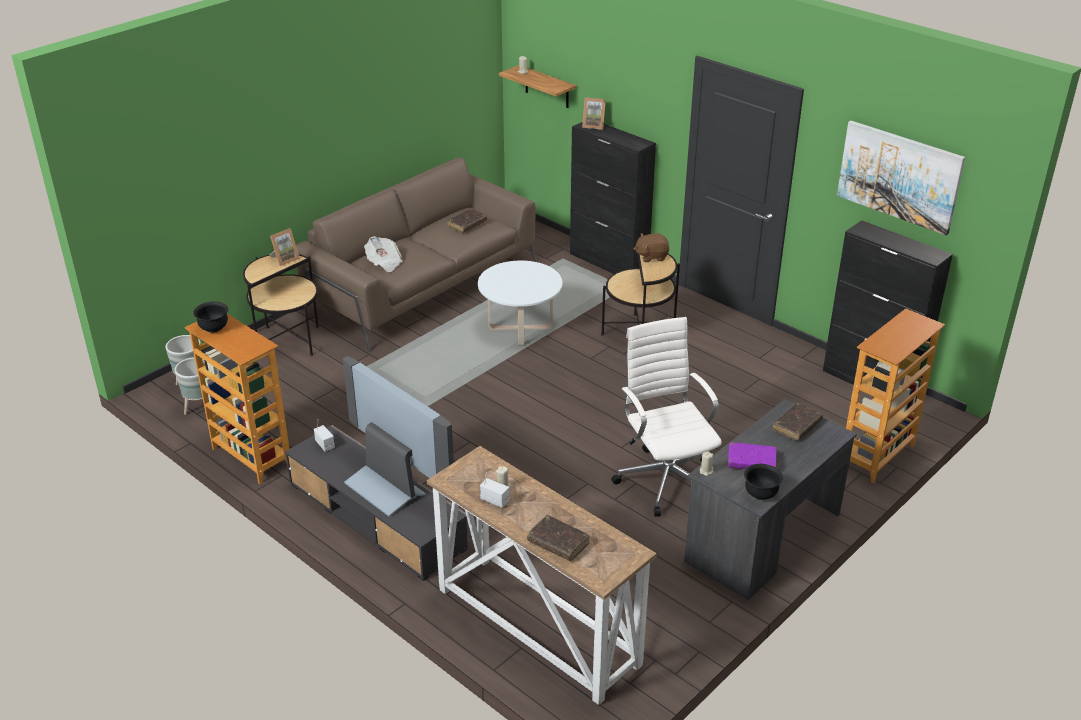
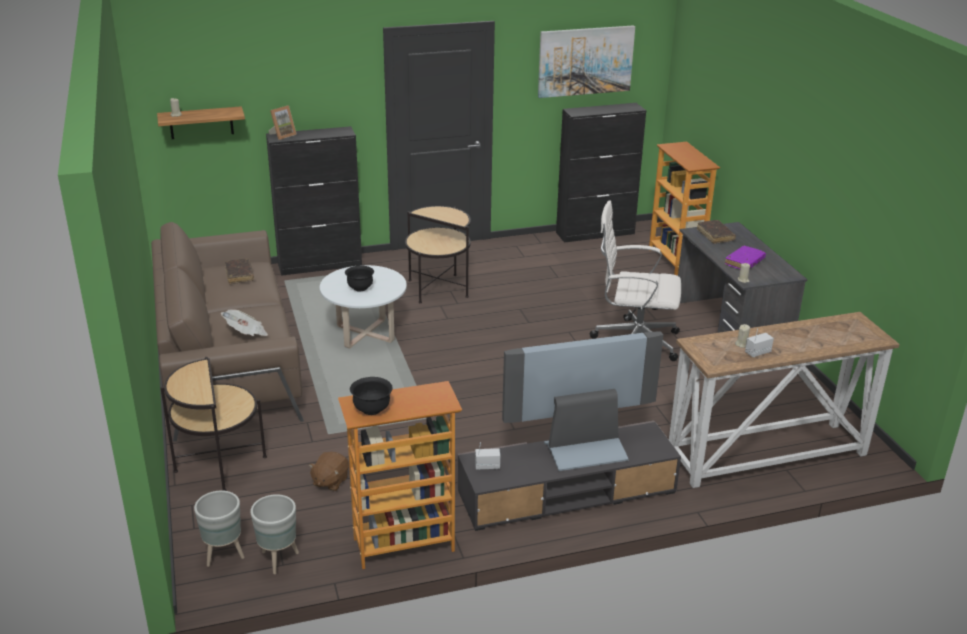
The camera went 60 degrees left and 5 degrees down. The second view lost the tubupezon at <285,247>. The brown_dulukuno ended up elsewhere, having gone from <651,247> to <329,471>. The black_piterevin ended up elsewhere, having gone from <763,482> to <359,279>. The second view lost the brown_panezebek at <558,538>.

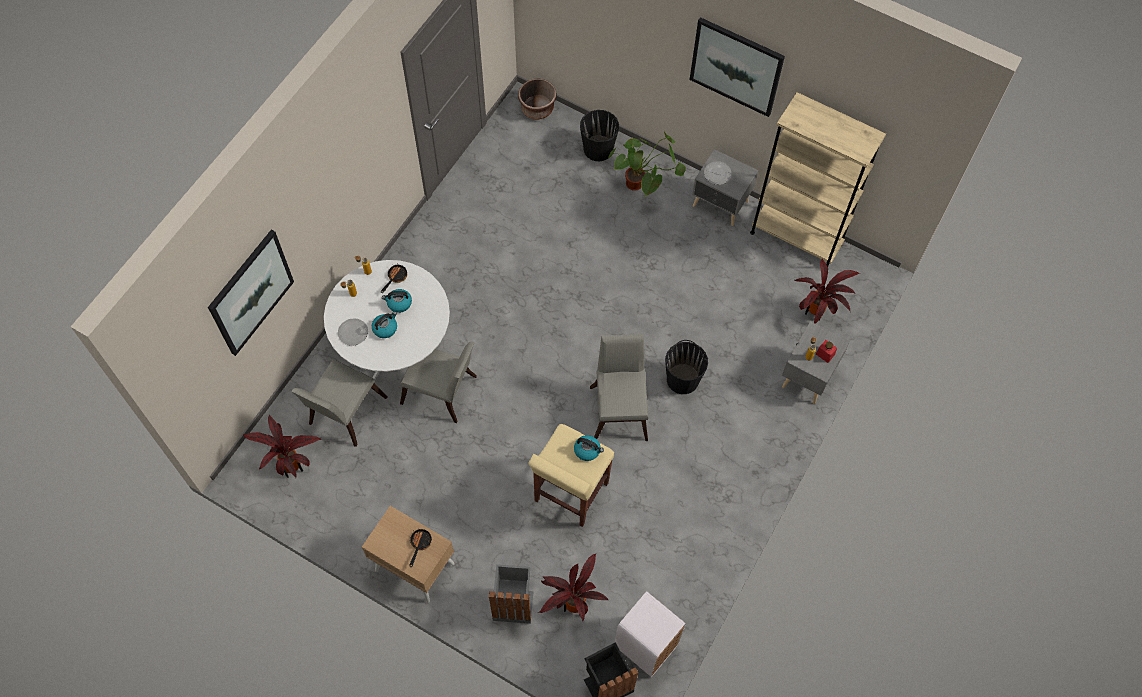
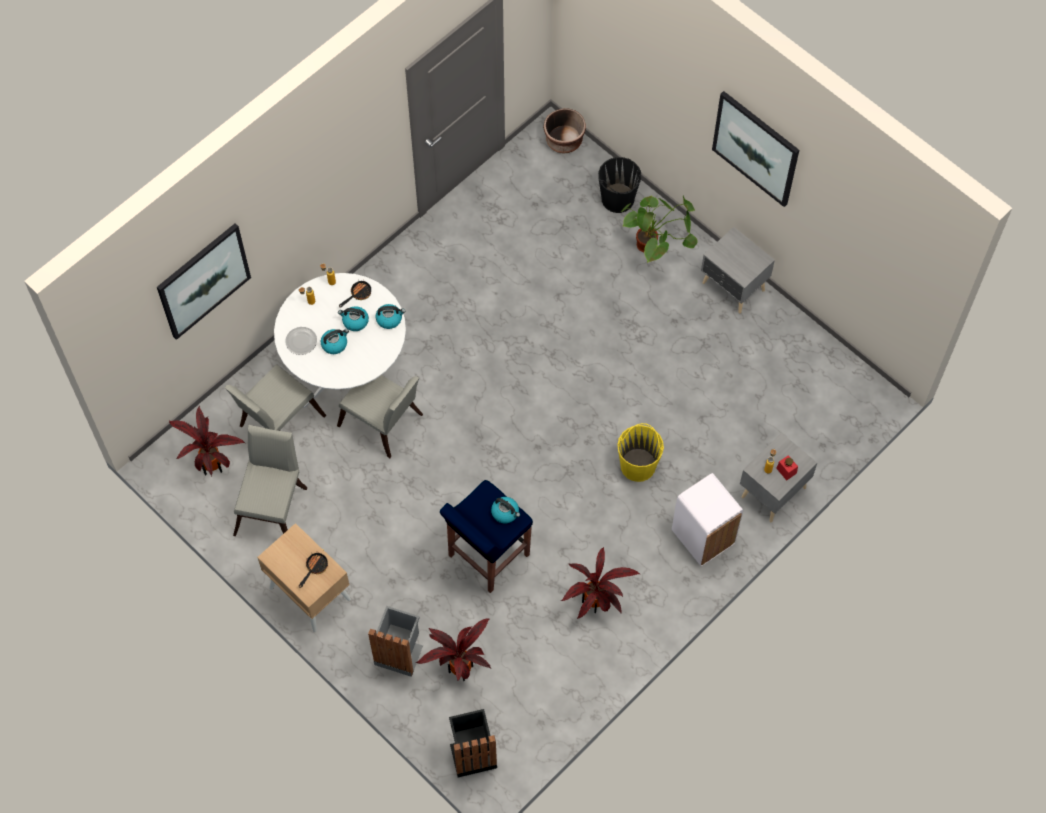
The camera went 15 degrees right and 0 degrees up. The second view lost the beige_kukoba at <818,179>. The second view lost the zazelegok at <718,173>. The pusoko ended up elsewhere, having gone from <827,291> to <600,583>. The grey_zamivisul ended up elsewhere, having gone from <619,387> to <270,480>. What was the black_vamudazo at <686,367> turned into the yellow_vamudazo at <640,452>. What was the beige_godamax at <571,475> turned into the blue_godamax at <486,536>. The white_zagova ended up elsewhere, having gone from <650,634> to <707,519>. The second view gained the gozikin at <390,316>.

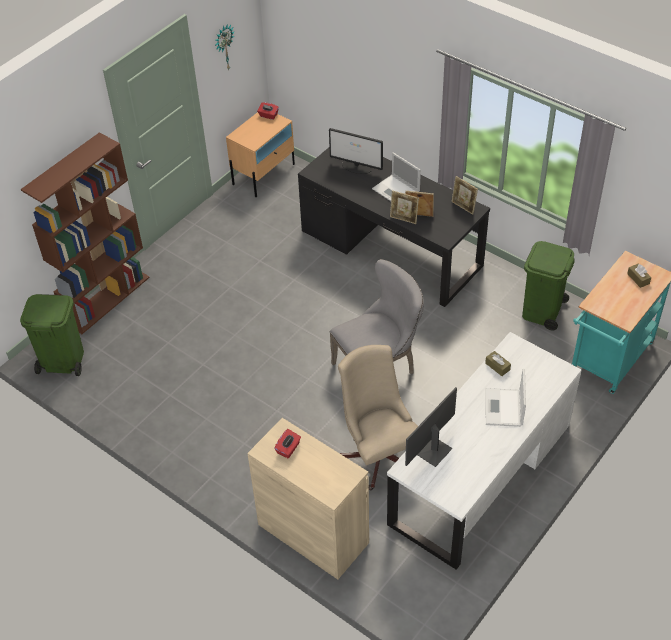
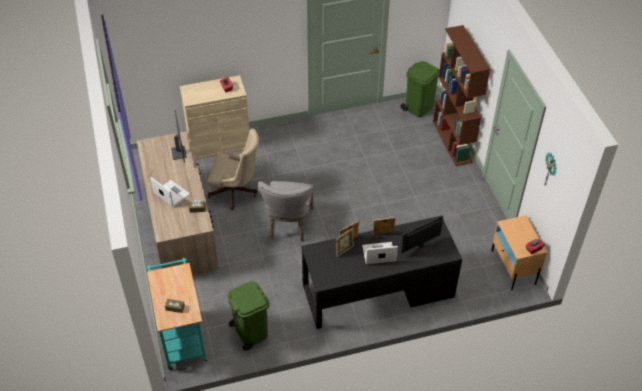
The camera went 125 degrees right and 0 degrees up. The tubupezon ended up elsewhere, having gone from <464,195> to <384,226>. What was the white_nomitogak at <484,451> turned into the brown_nomitogak at <178,203>.

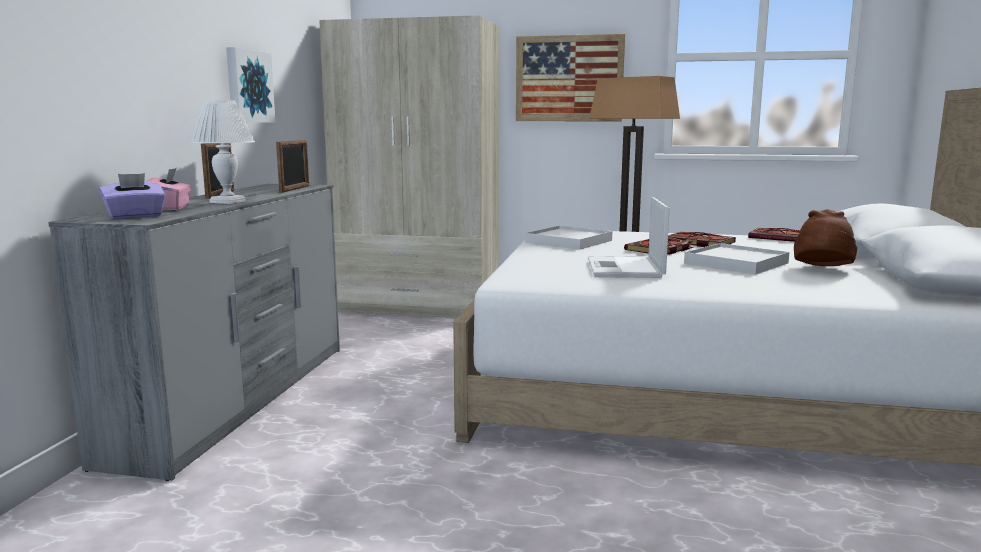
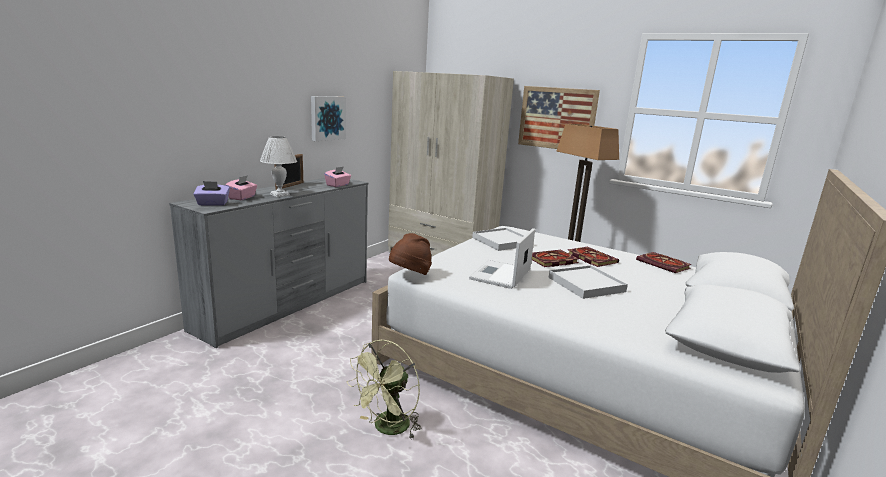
The camera went 20 degrees right and 5 degrees up. Where the tubupezon stood at <292,166>, the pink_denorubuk came to stand at <337,176>. The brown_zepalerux ended up elsewhere, having gone from <825,237> to <410,254>. The second view gained the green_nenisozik at <384,389>.

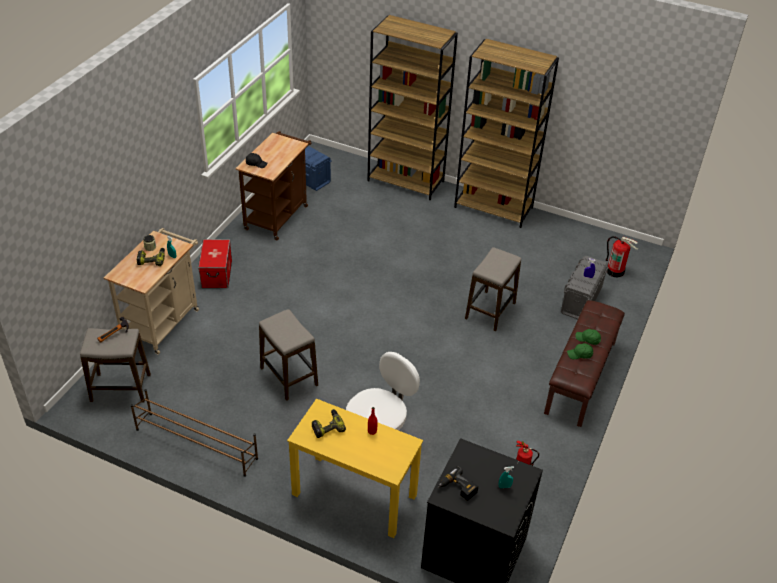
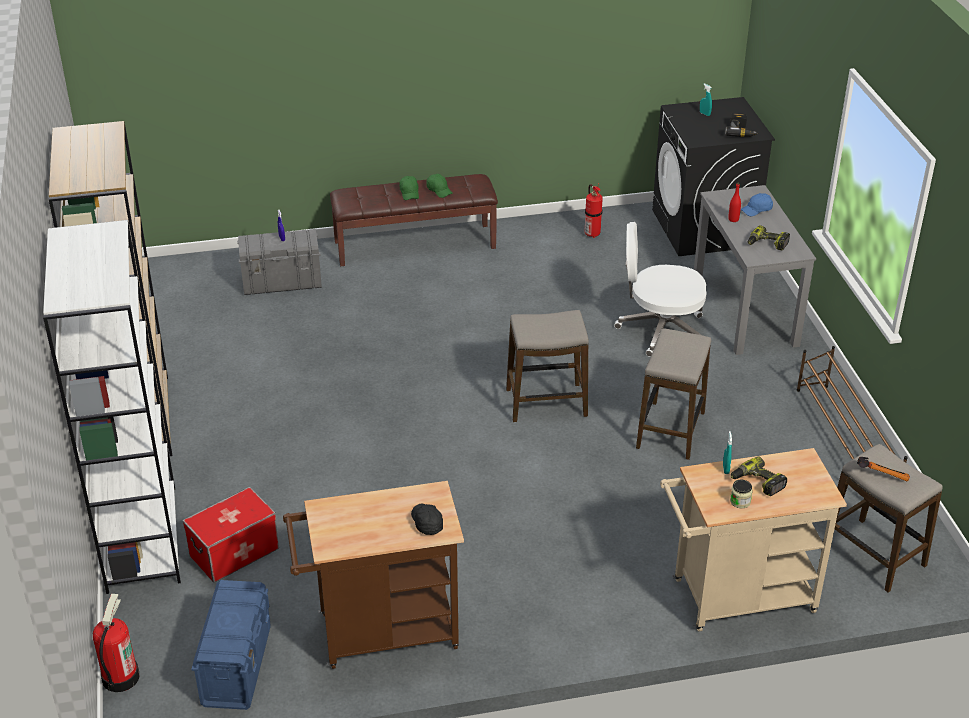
The camera went 125 degrees left and 5 degrees down. What was the brown_kukoba at <412,108> turned into the white_kukoba at <112,407>. The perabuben ended up elsewhere, having gone from <622,256> to <116,643>. The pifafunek ended up elsewhere, having gone from <215,263> to <231,535>. The godamax ended up elsewhere, having gone from <493,289> to <547,366>. What was the yellow_nomitogak at <355,468> turned into the grey_nomitogak at <755,270>. The second view gained the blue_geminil at <757,204>.

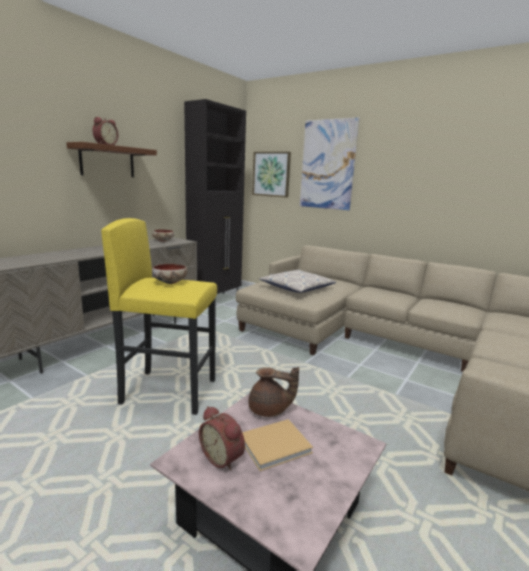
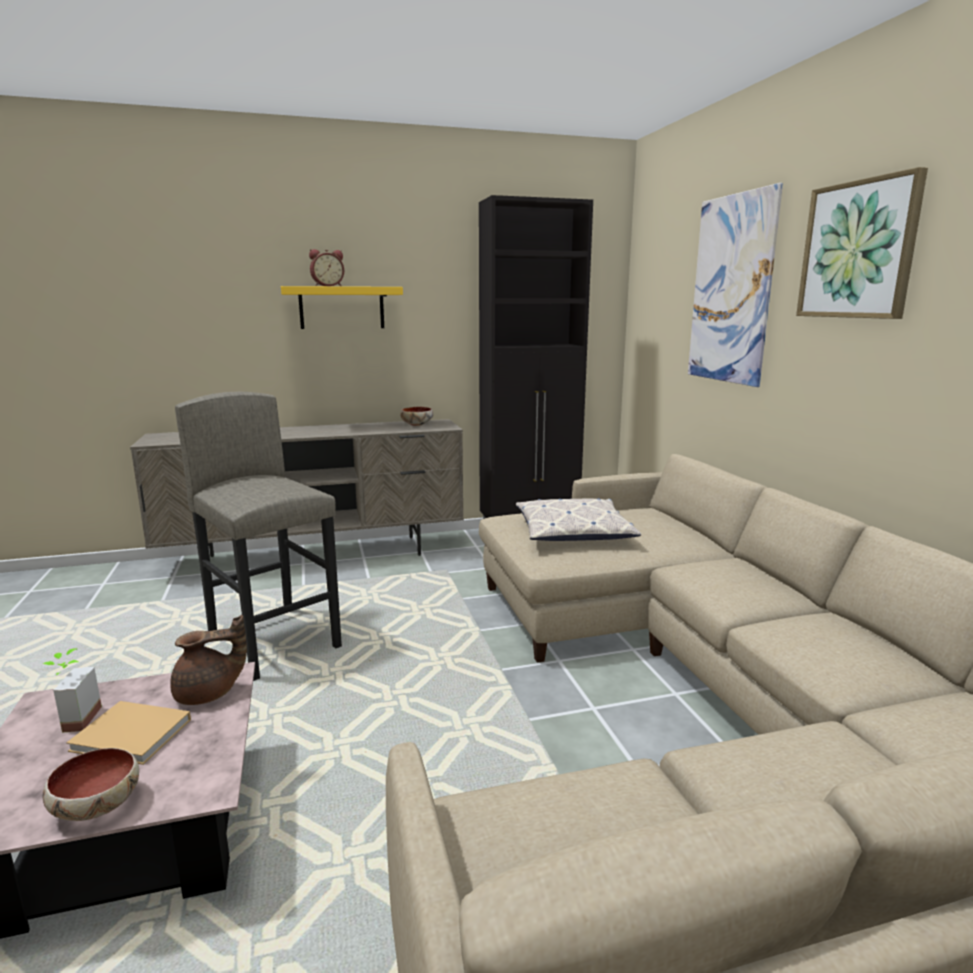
The camera went 40 degrees right and 0 degrees up. What was the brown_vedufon at <112,159> turned into the yellow_vedufon at <342,307>. The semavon ended up elsewhere, having gone from <271,175> to <862,243>. What was the yellow_godamax at <159,316> turned into the grey_godamax at <258,536>. The piterevin ended up elsewhere, having gone from <170,274> to <90,784>. The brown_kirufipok at <273,392> ended up facing another way, 75 degrees counterclockwise from before. Where the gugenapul stood at <222,438>, the pusoko came to stand at <72,690>.

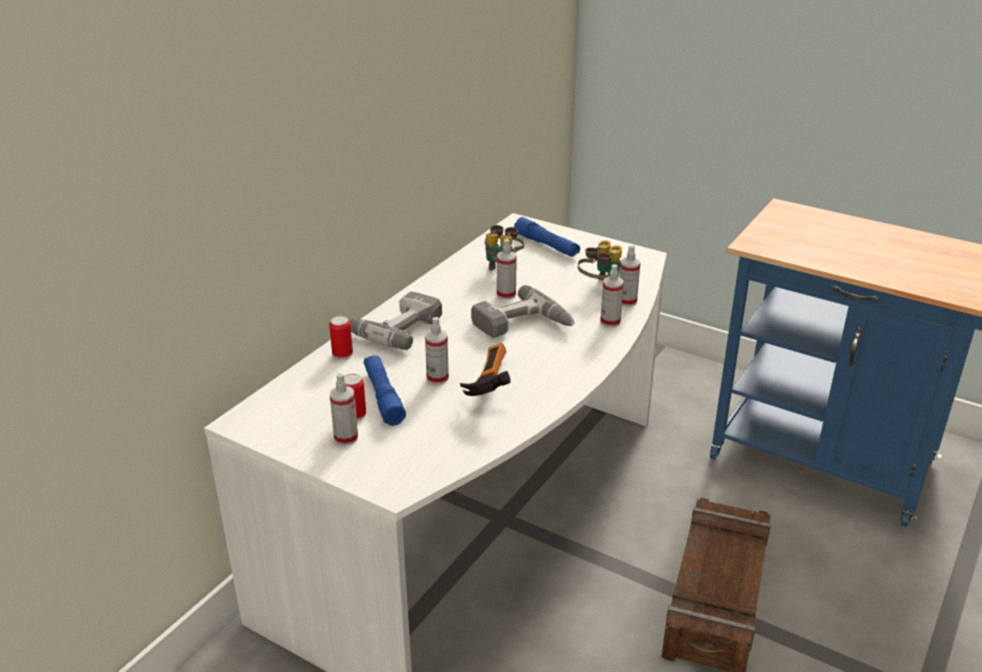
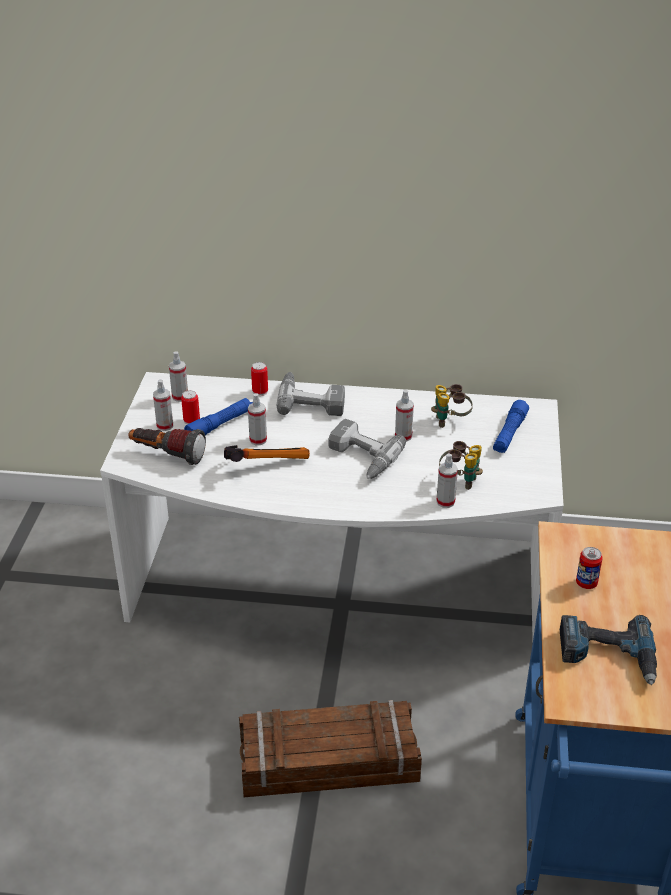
The camera went 65 degrees right and 5 degrees up. The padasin ended up elsewhere, having gone from <612,295> to <178,376>. The second view gained the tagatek at <167,446>. The second view gained the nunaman at <589,568>. The second view gained the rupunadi at <608,650>.

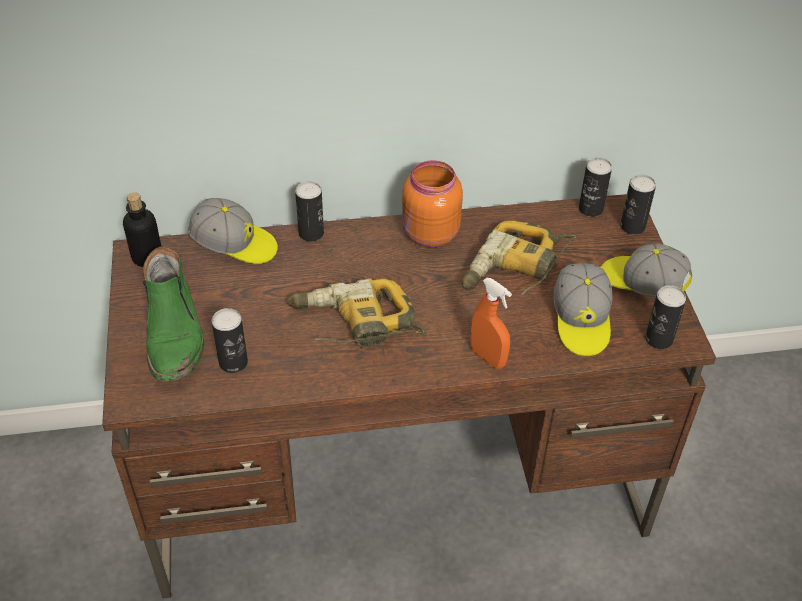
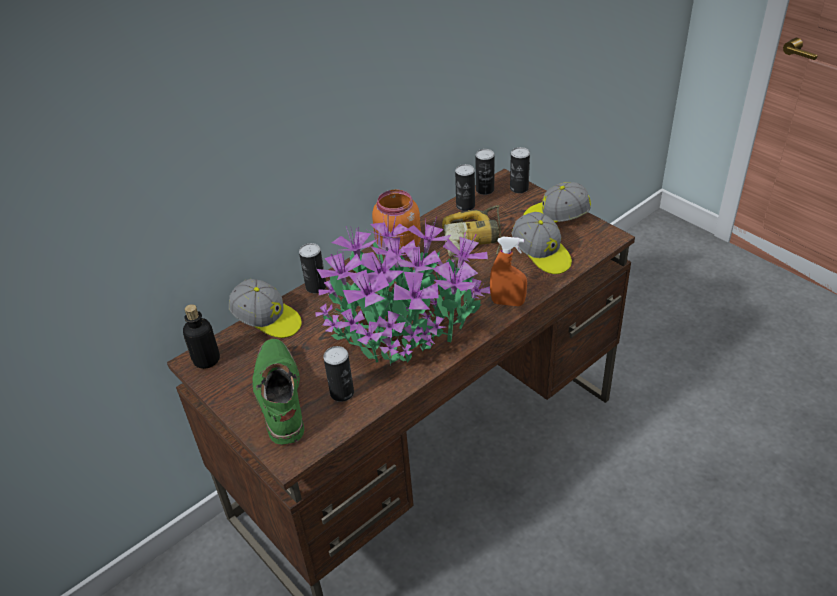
The camera went 30 degrees left and 5 degrees down. The geminil at <233,231> ended up facing another way, 45 degrees clockwise from before. The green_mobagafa at <173,314> ended up facing another way, 150 degrees counterclockwise from before. Where the rupunadi stood at <357,313>, the pusoko came to stand at <402,289>. The nunaman ended up elsewhere, having gone from <665,317> to <465,187>.

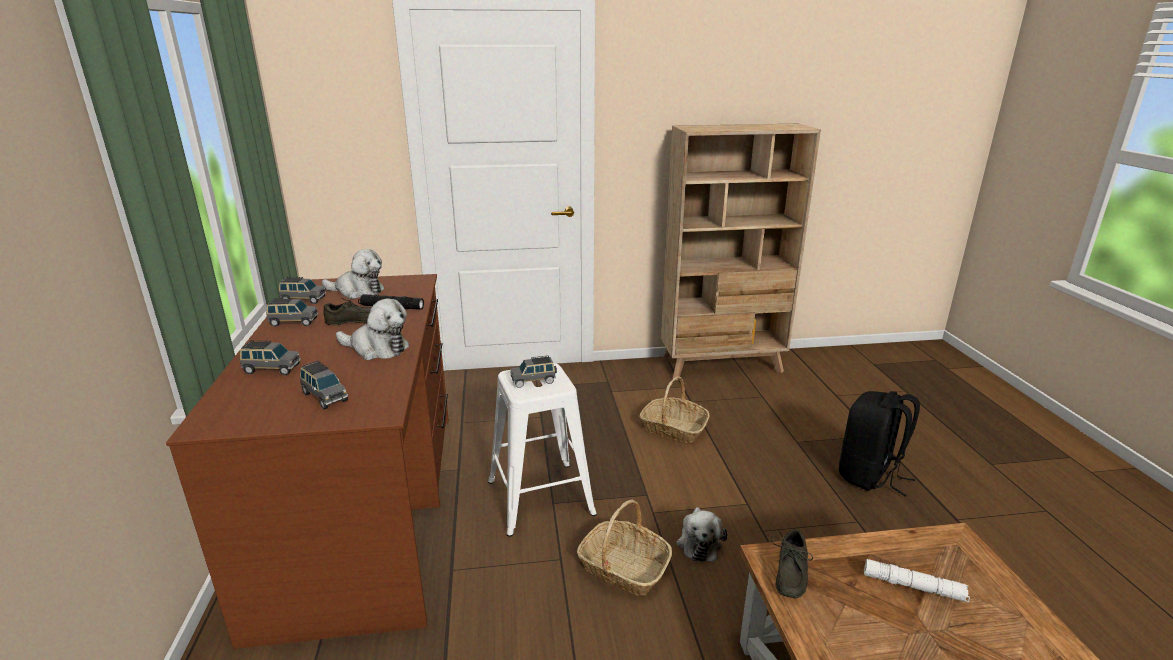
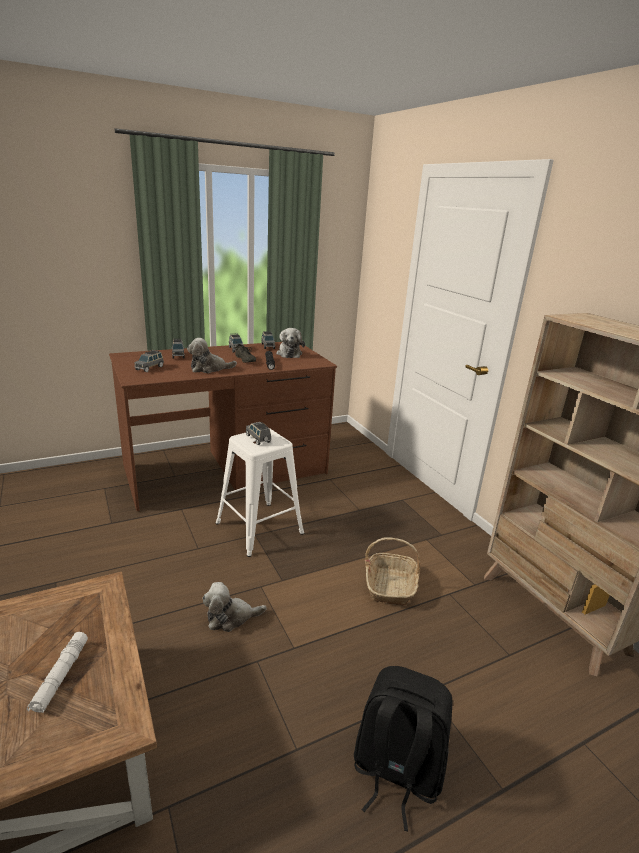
The camera went 70 degrees right and 0 degrees up. The dulukuno at <373,329> ended up facing another way, 75 degrees clockwise from before. The second view lost the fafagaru at <624,548>. The second view lost the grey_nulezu at <791,563>.

